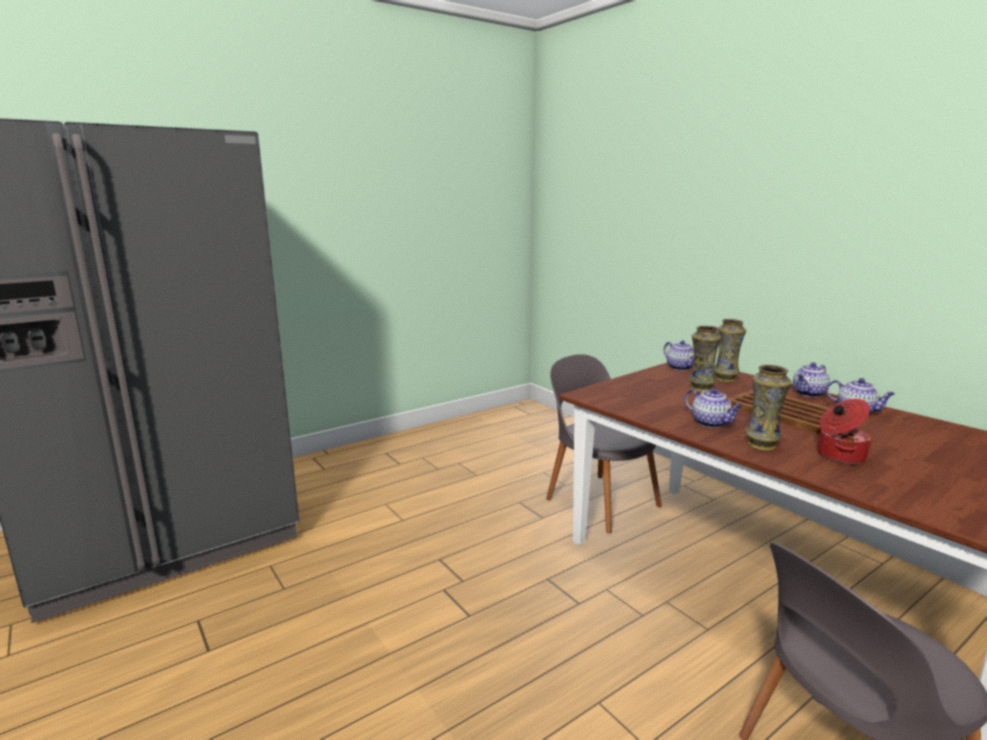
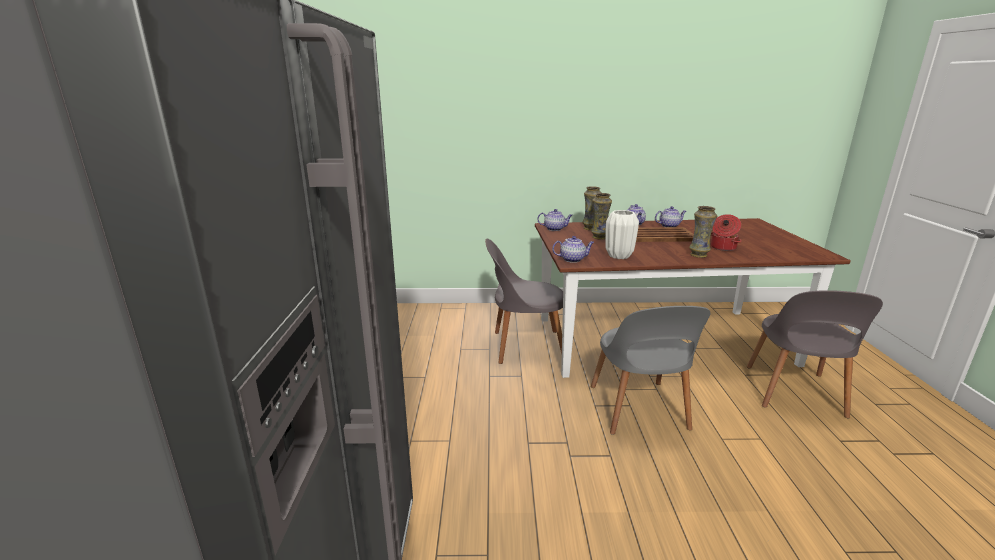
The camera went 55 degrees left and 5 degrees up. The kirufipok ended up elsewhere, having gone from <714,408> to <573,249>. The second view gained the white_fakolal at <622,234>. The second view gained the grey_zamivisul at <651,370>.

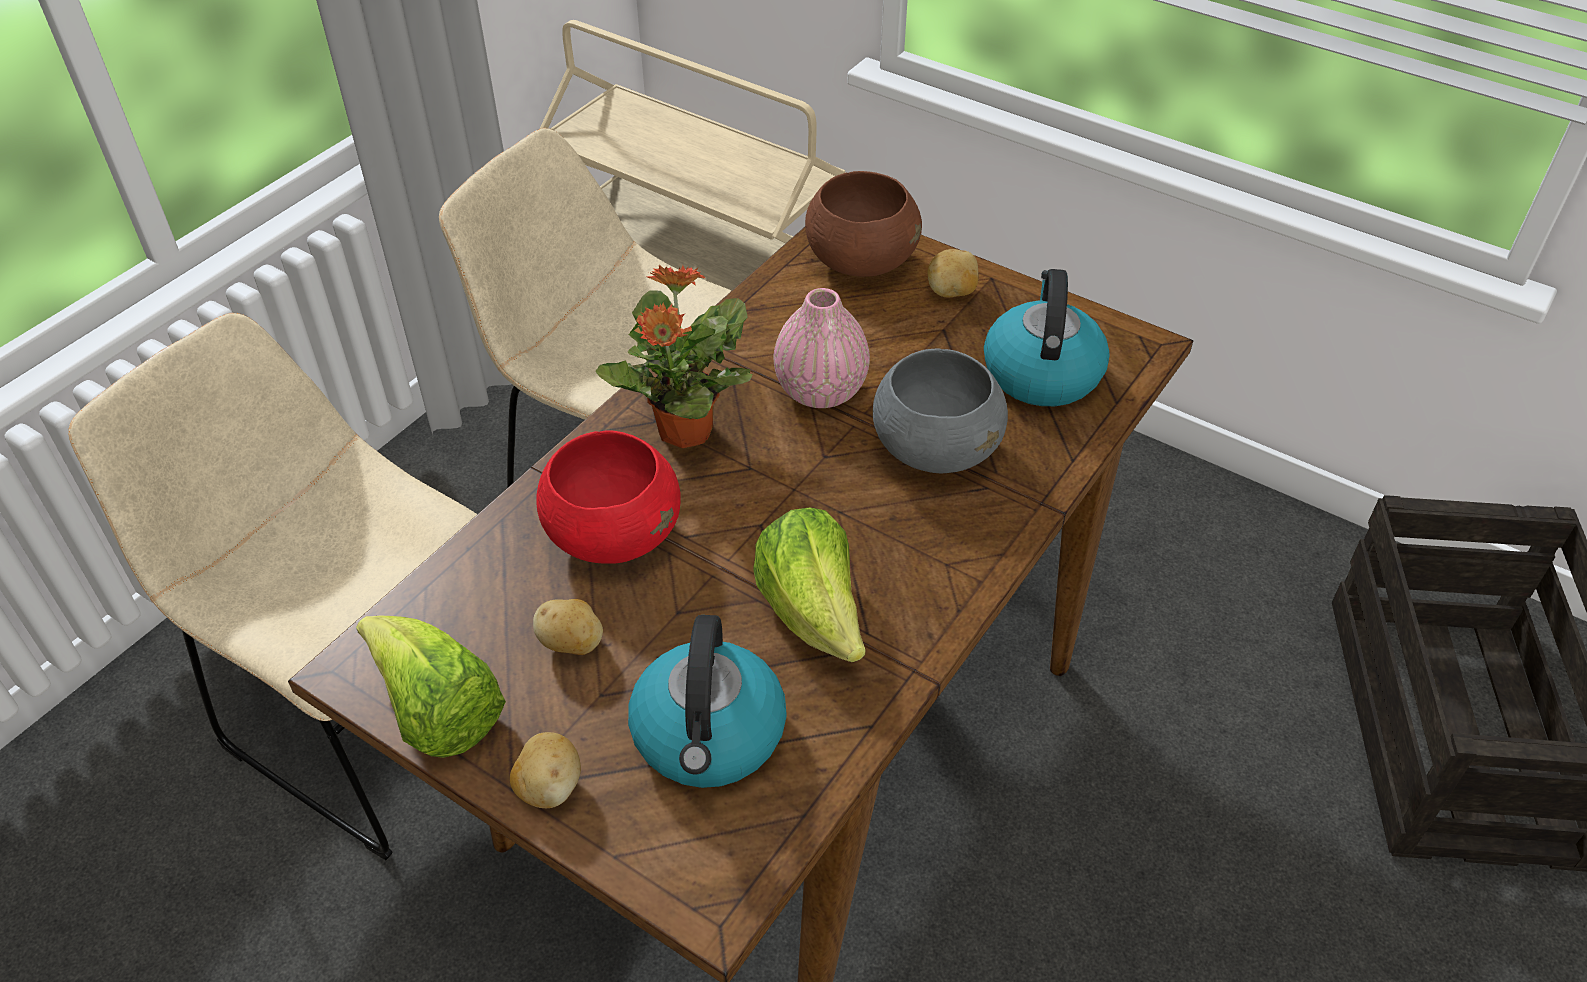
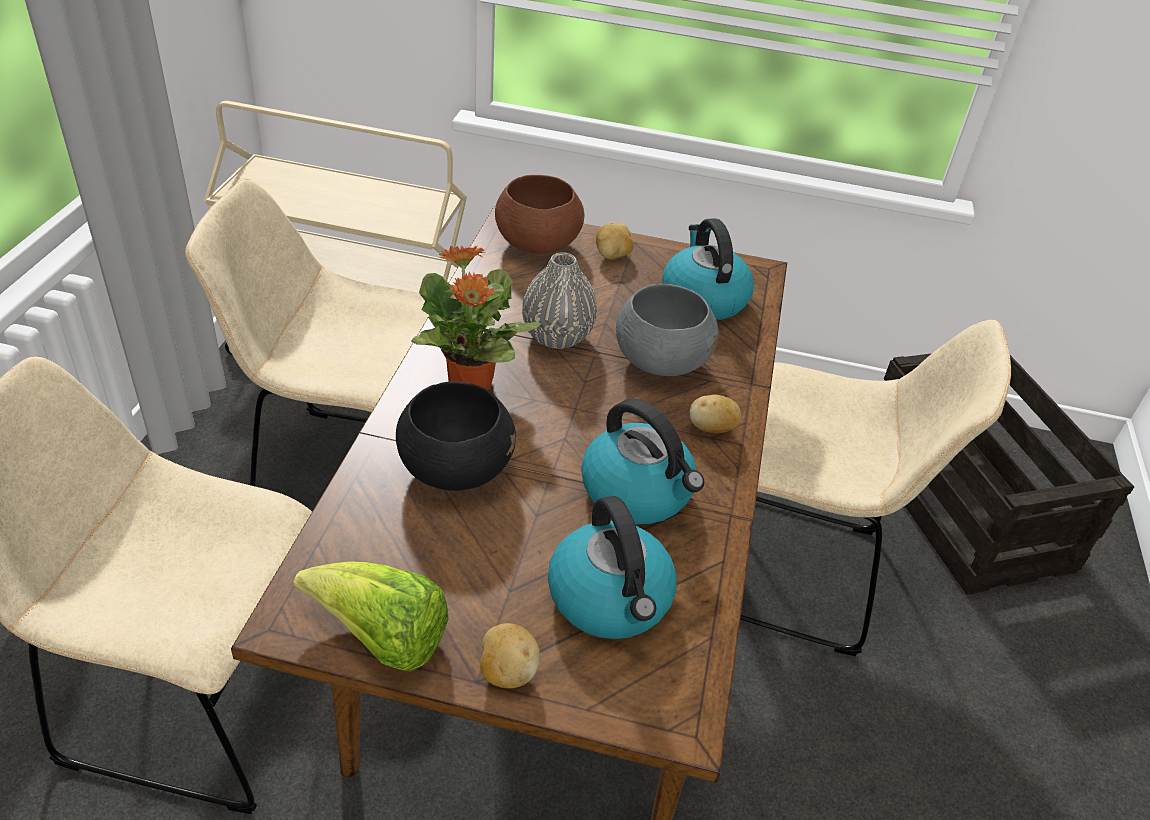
The camera went 25 degrees left and 5 degrees down. What was the pink_fakolal at <821,348> turned into the grey_fakolal at <559,300>. What was the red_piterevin at <609,497> turned into the black_piterevin at <456,436>. Where the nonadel stood at <809,584>, the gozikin came to stand at <642,461>. The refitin ended up elsewhere, having gone from <568,627> to <715,414>. The second view gained the beige_zamivisul at <875,488>.

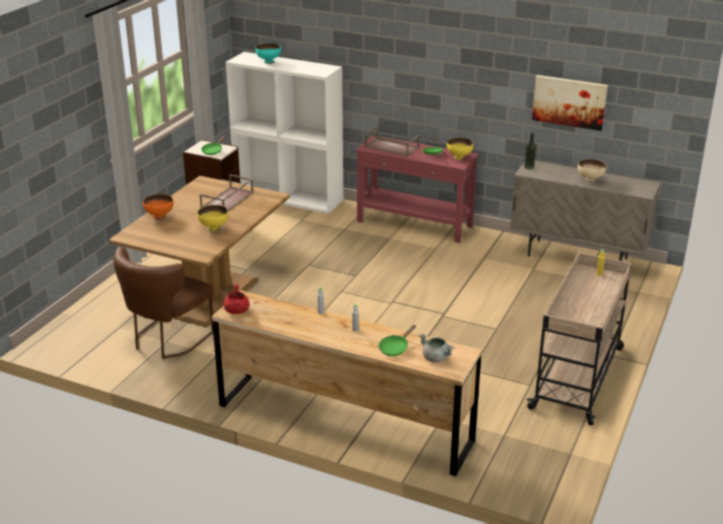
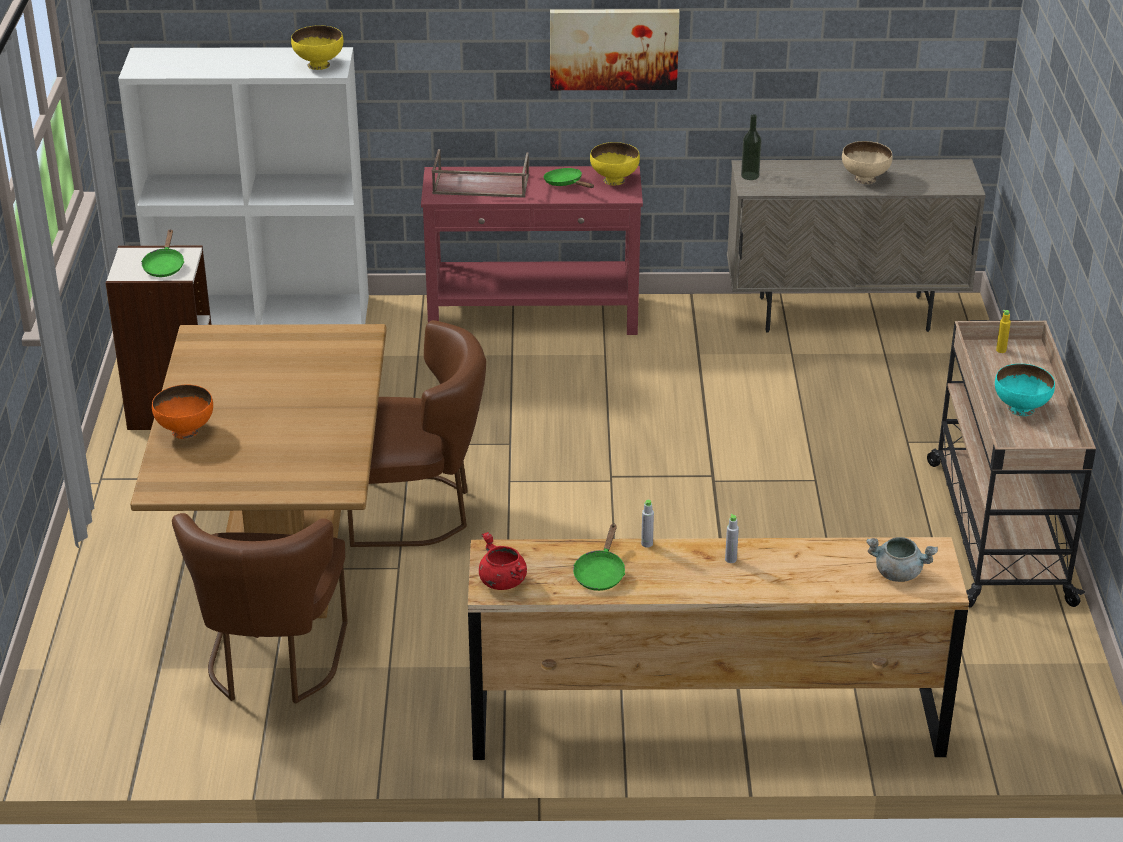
The camera went 25 degrees left and 5 degrees up. The turquoise_piterevin ended up elsewhere, having gone from <268,53> to <1025,390>. The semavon ended up elsewhere, having gone from <570,103> to <615,49>. The second view lost the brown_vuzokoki at <226,192>. The yellow_piterevin ended up elsewhere, having gone from <212,218> to <317,47>. The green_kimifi ended up elsewhere, having gone from <397,340> to <599,557>. The second view gained the brown_zamivisul at <416,433>.

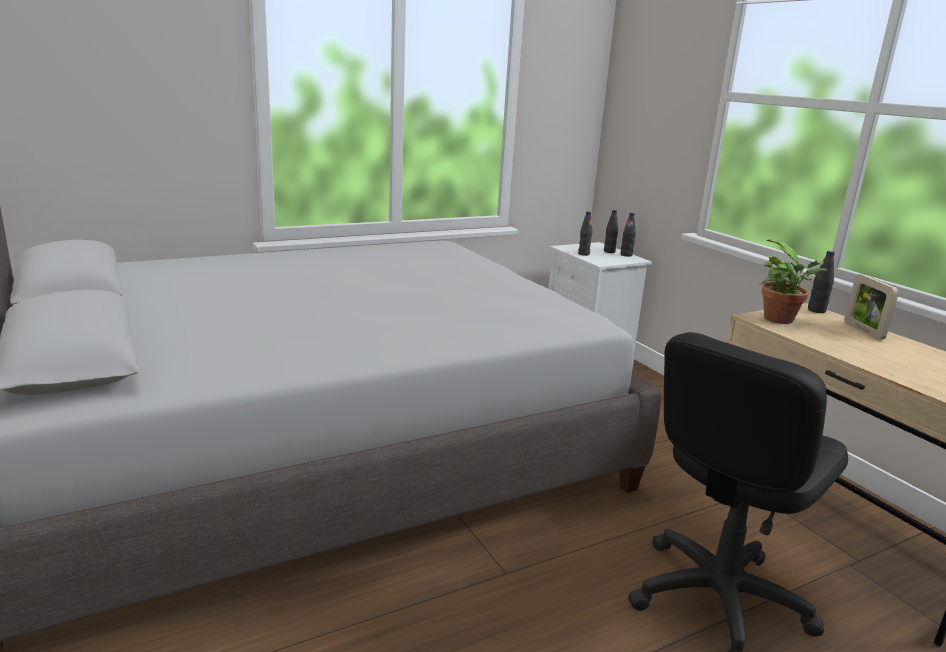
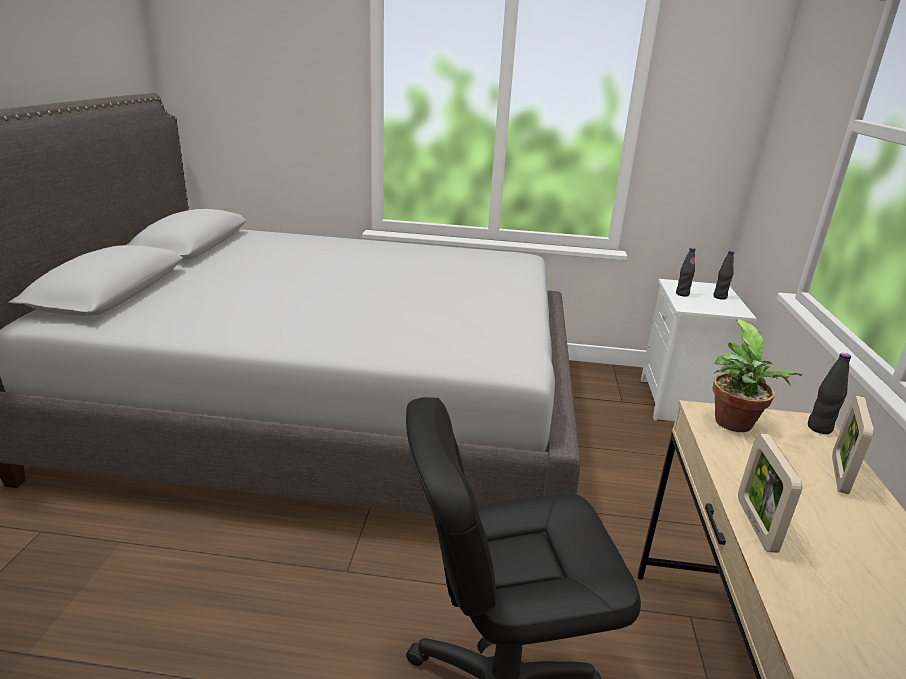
The camera went 35 degrees right and 5 degrees up. The second view lost the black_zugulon at <628,235>. The second view gained the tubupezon at <770,493>.

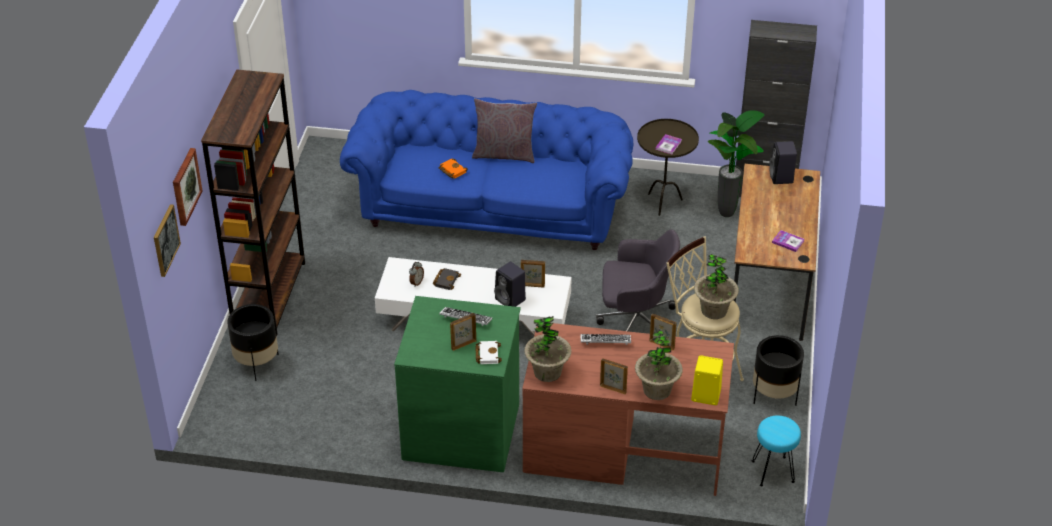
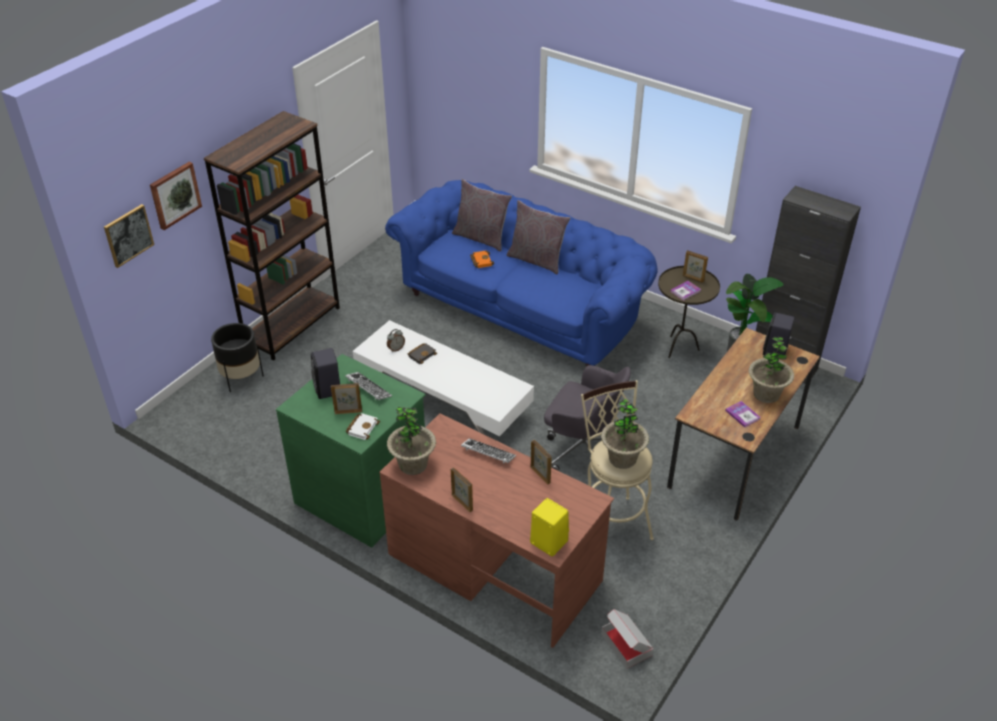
The camera went 25 degrees right and 0 degrees up. The tubupezon ended up elsewhere, having gone from <533,274> to <695,266>. The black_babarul ended up elsewhere, having gone from <510,284> to <325,373>. The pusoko ended up elsewhere, having gone from <659,365> to <771,369>. The second view lost the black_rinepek at <778,370>. Where the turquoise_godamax stood at <776,450>, the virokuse came to stand at <627,639>. The second view gained the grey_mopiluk at <482,215>.

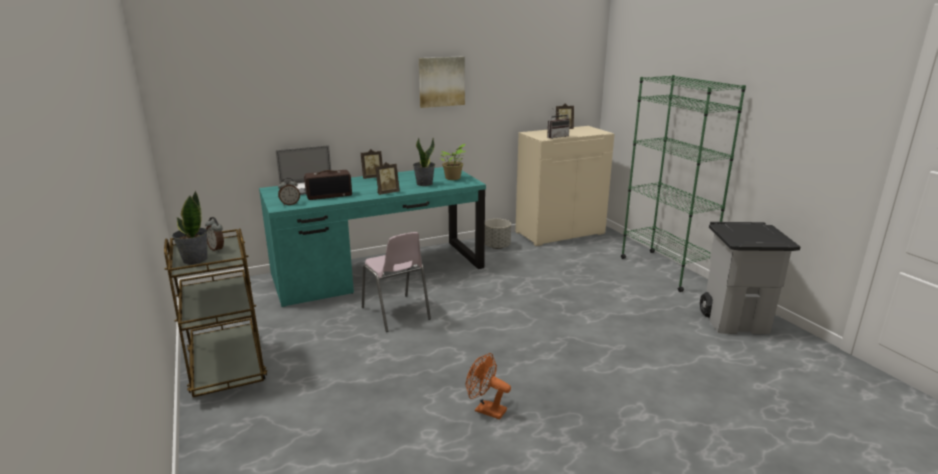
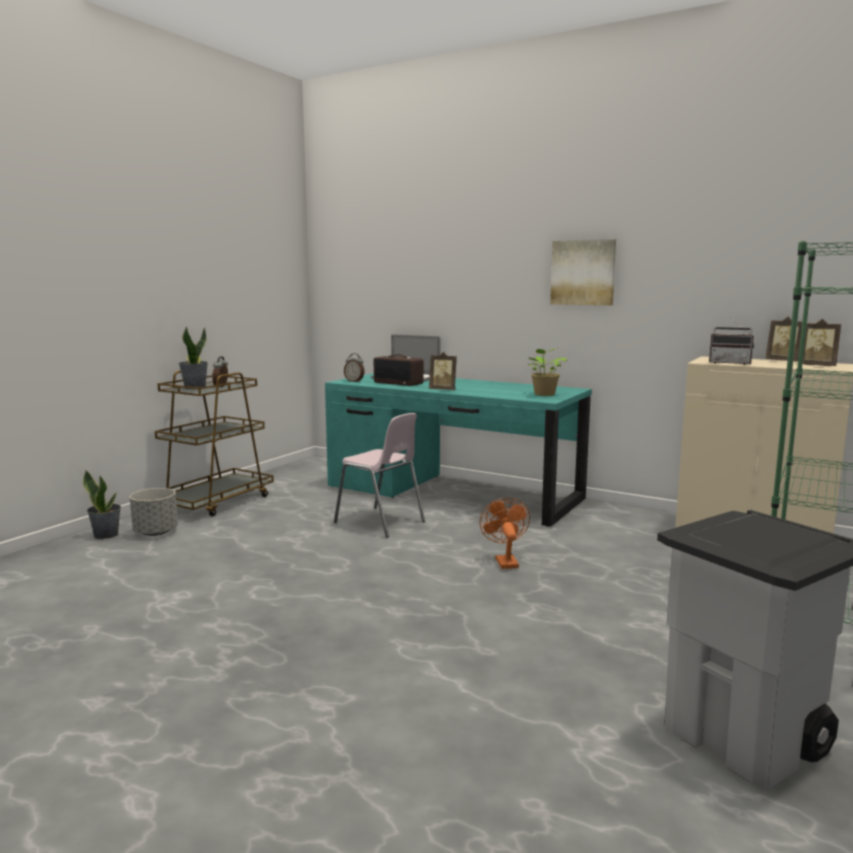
The camera went 55 degrees right and 10 degrees down. The pusoko ended up elsewhere, having gone from <424,162> to <102,504>. The tubupezon ended up elsewhere, having gone from <372,164> to <821,342>. The grey_rinepek ended up elsewhere, having gone from <498,234> to <154,512>. The pink_zamivisul at <396,282> ended up facing another way, 75 degrees counterclockwise from before. The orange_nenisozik ended up elsewhere, having gone from <488,386> to <505,533>.

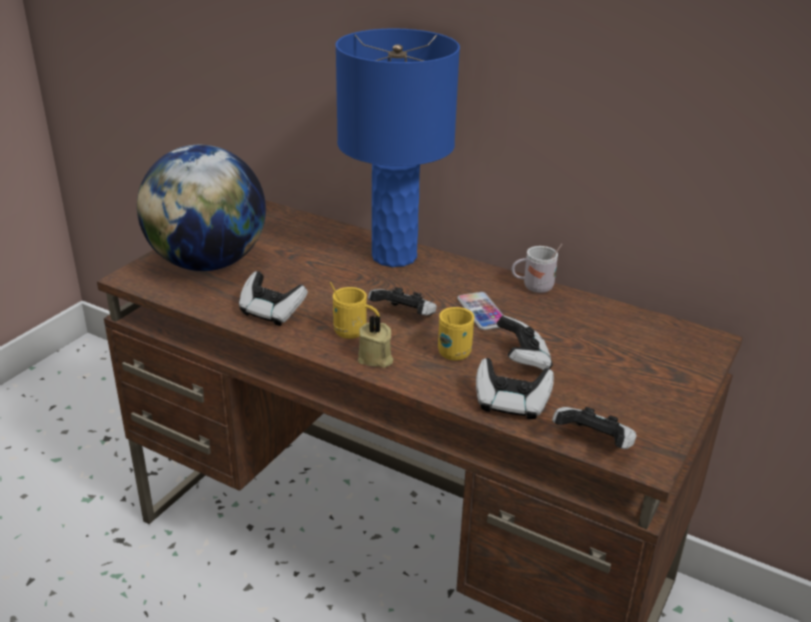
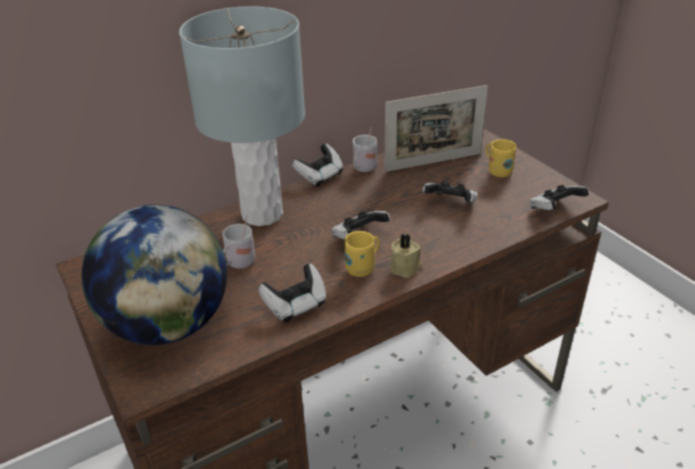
The camera went 60 degrees left and 5 degrees up. What was the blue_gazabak at <397,148> turned into the grey_gazabak at <242,116>. The second view lost the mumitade at <480,311>. The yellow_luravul ended up elsewhere, having gone from <456,334> to <501,158>. The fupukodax ended up elsewhere, having gone from <515,388> to <317,165>. The second view gained the tubupezon at <436,128>. The second view gained the white_luravul at <238,242>.

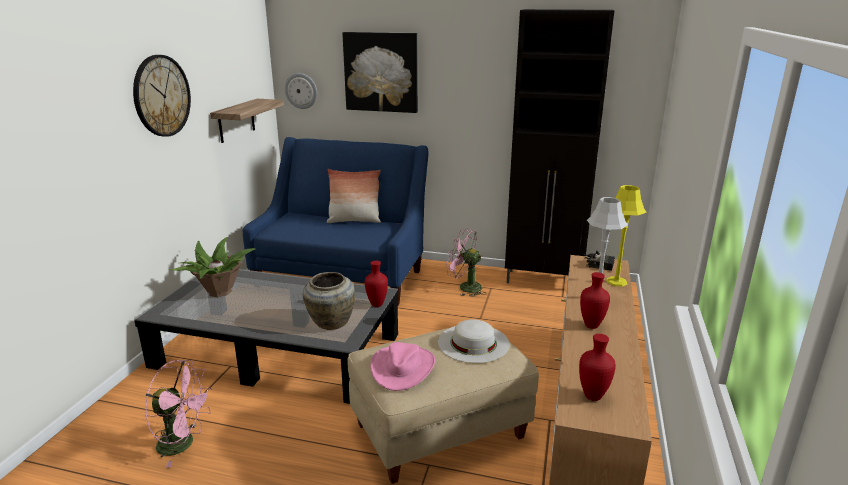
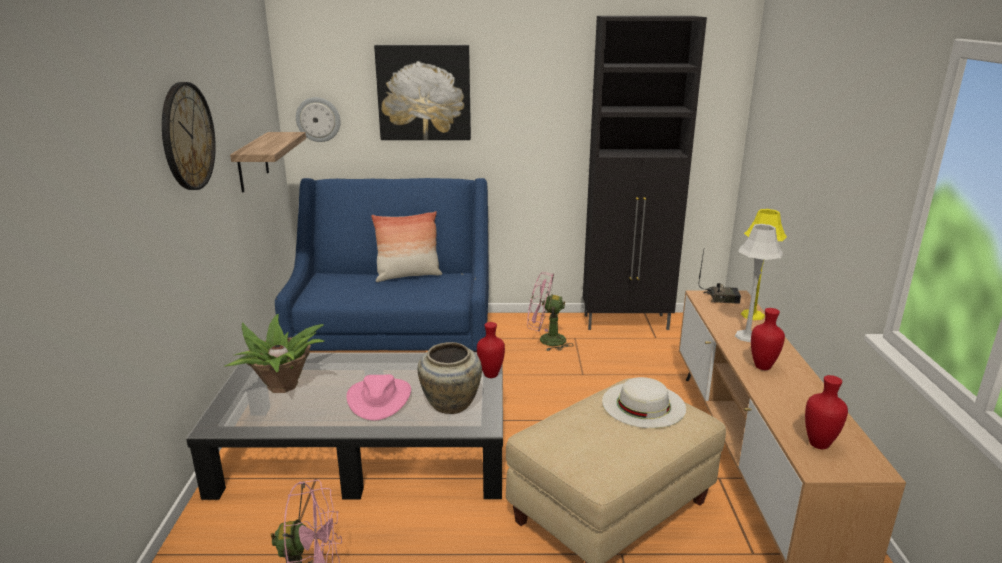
The camera went 15 degrees left and 0 degrees up. The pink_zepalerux ended up elsewhere, having gone from <402,366> to <378,397>.

